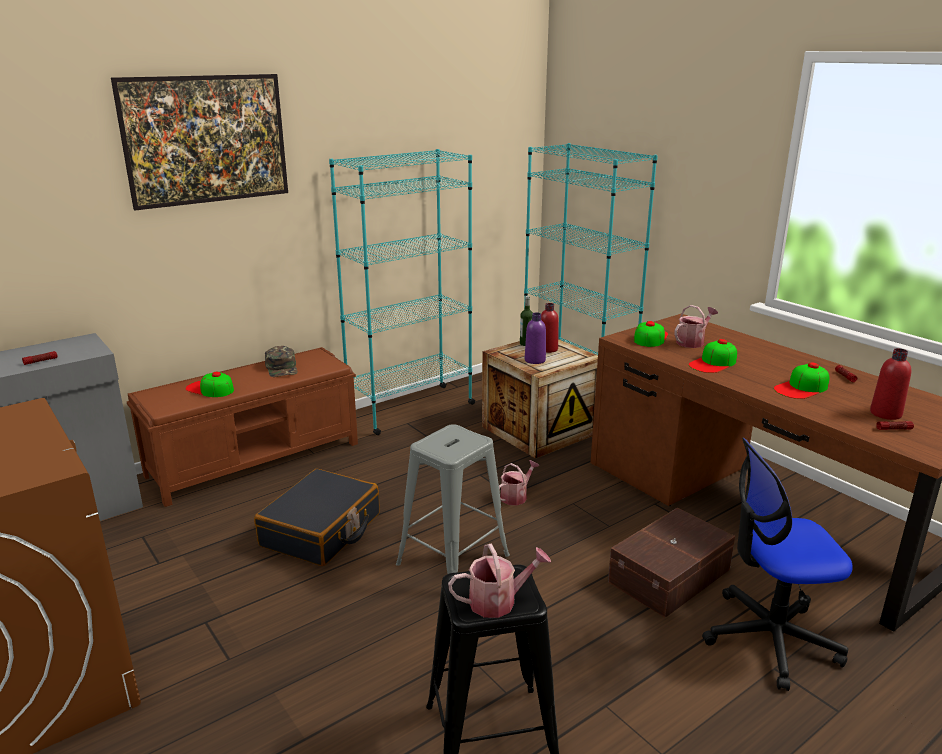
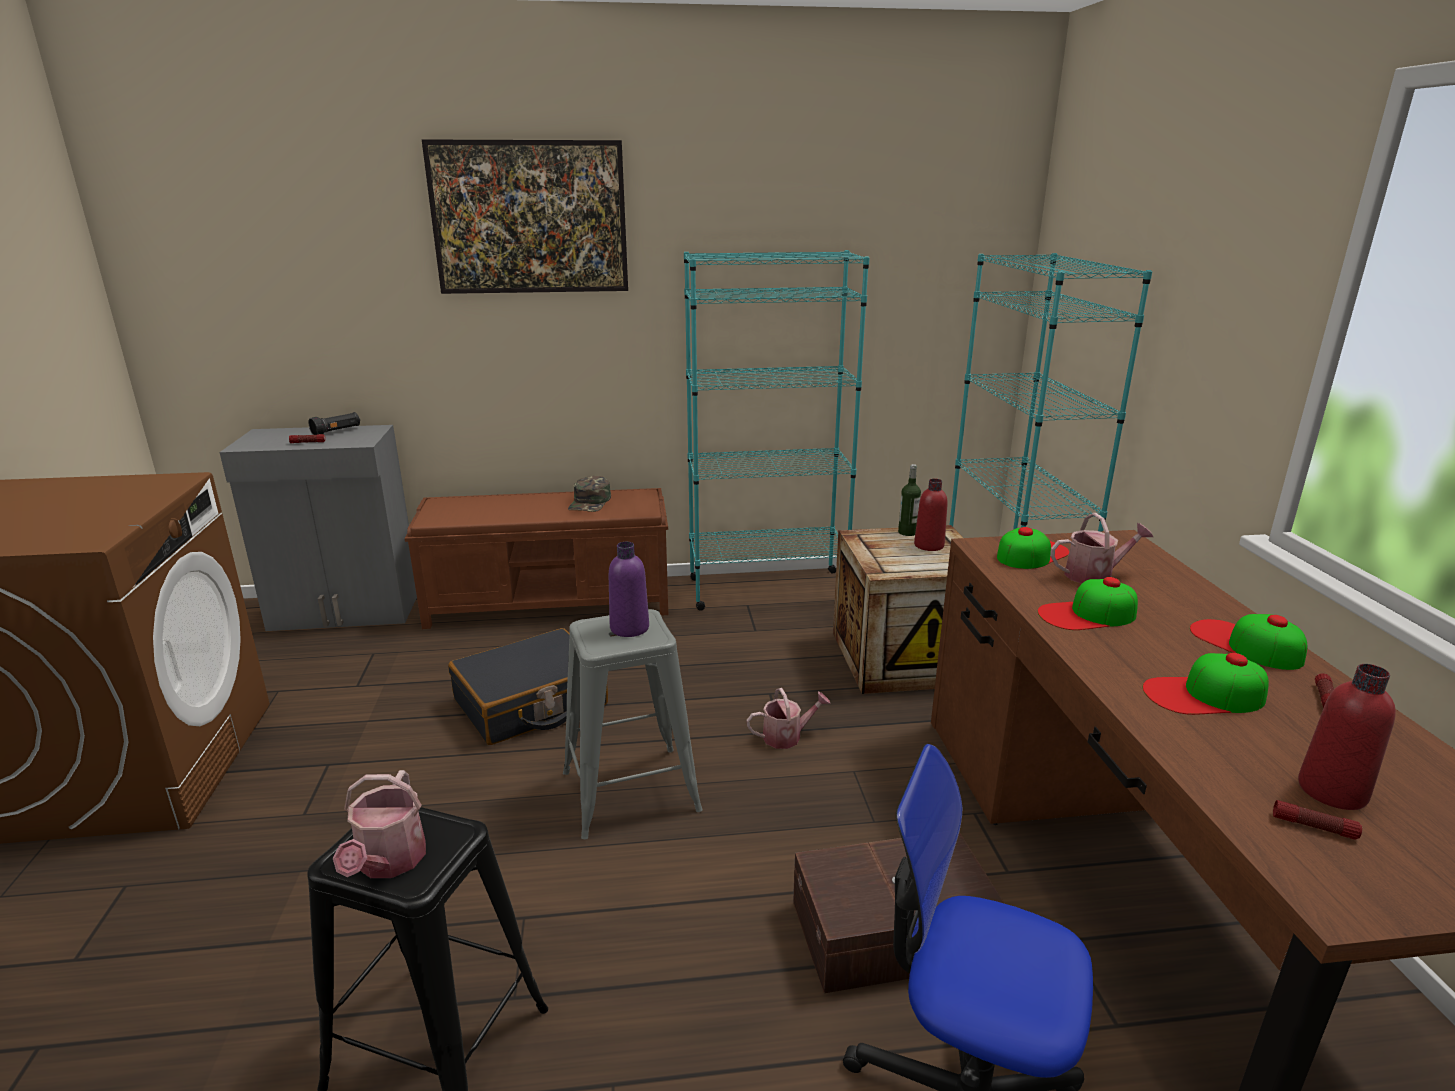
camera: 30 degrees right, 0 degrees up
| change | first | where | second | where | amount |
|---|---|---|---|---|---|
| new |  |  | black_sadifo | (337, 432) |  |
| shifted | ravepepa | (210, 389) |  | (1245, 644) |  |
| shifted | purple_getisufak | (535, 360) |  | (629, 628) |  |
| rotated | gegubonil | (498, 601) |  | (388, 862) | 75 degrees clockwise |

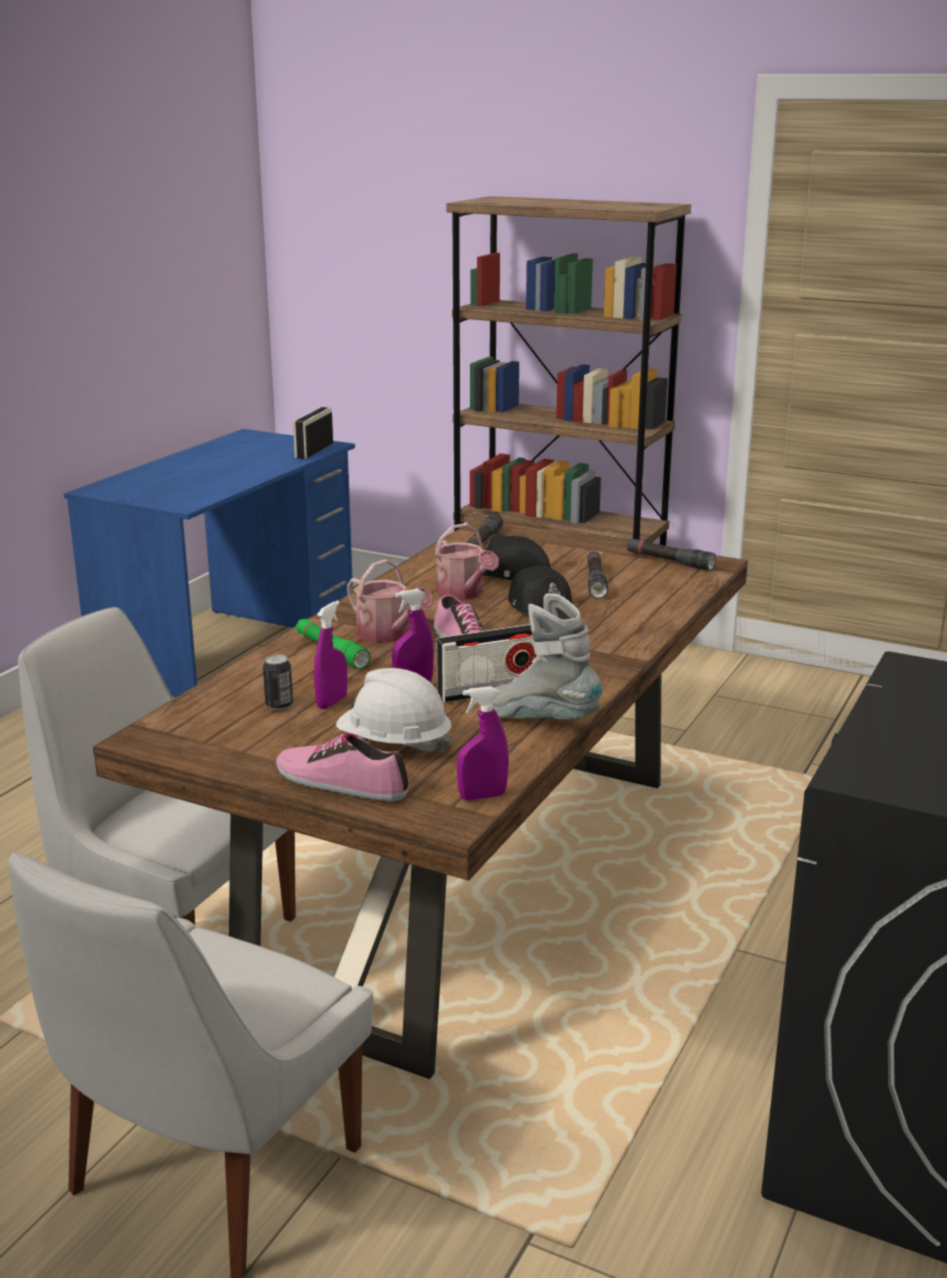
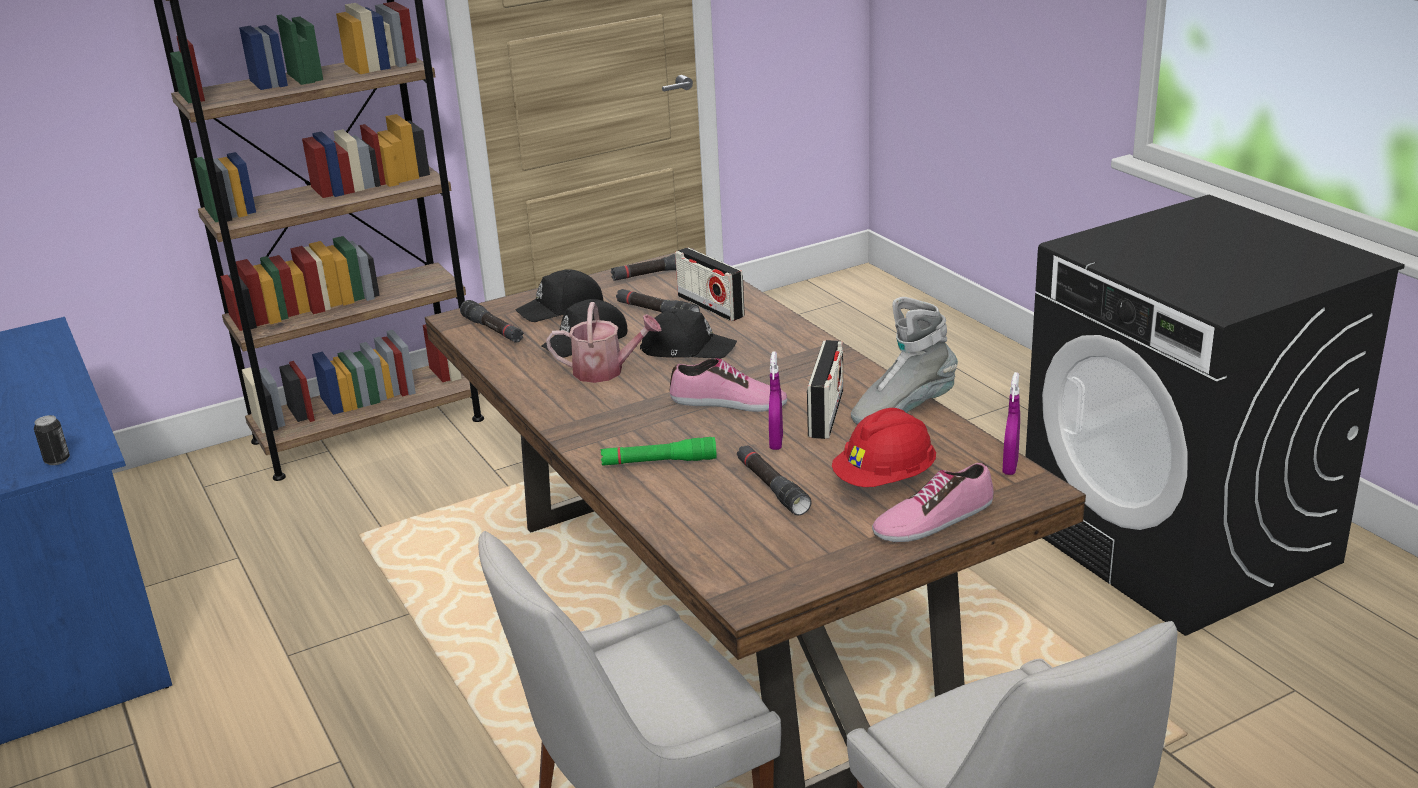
camera: 55 degrees left, 5 degrees up
| change | first | where | second | where | amount |
|---|---|---|---|---|---|
| gone | gegubonil | (388, 635) |  |  |  |
| new |  |  | black_ravepepa | (562, 309) |  |
| shifted | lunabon | (279, 705) |  | (57, 460) |  |
| shifted | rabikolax | (314, 450) |  | (710, 306) |  |
| swapped | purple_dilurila | (332, 702) | black_sadifo | (772, 487) |  |
| repainted | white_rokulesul | (394, 744) | red_rokulesul | (885, 480) |  |

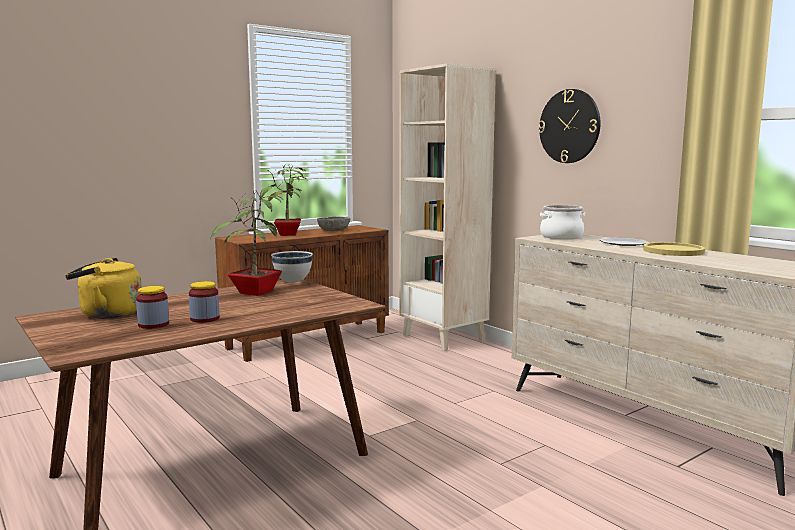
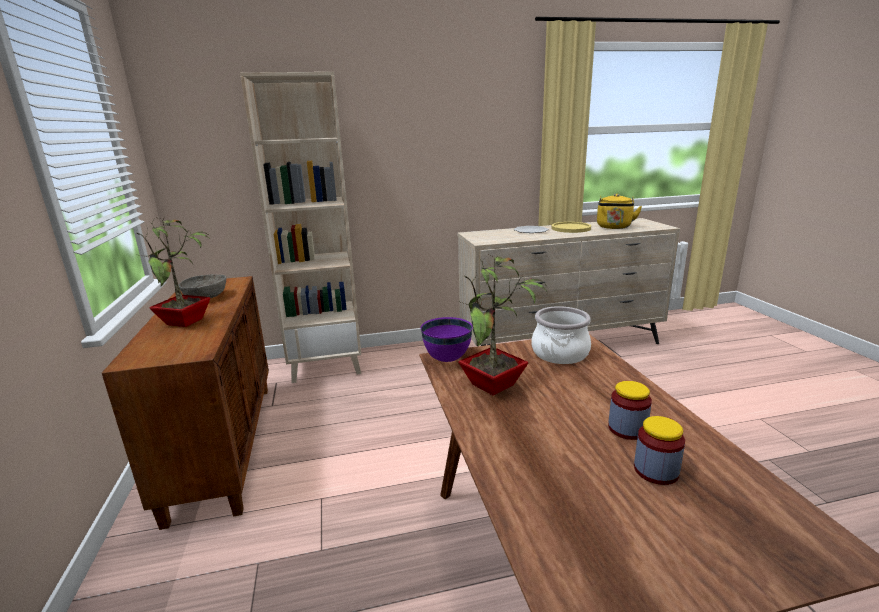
camera: 65 degrees left, 10 degrees up
| change | first | where | second | where | amount |
|---|---|---|---|---|---|
| gone | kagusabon | (569, 126) |  |  |  |
| shifted | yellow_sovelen | (107, 314) |  | (614, 227) |  |
| shifted | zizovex | (561, 237) |  | (559, 353) |  |
| repainted | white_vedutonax | (292, 282) | purple_vedutonax | (447, 359) |  |

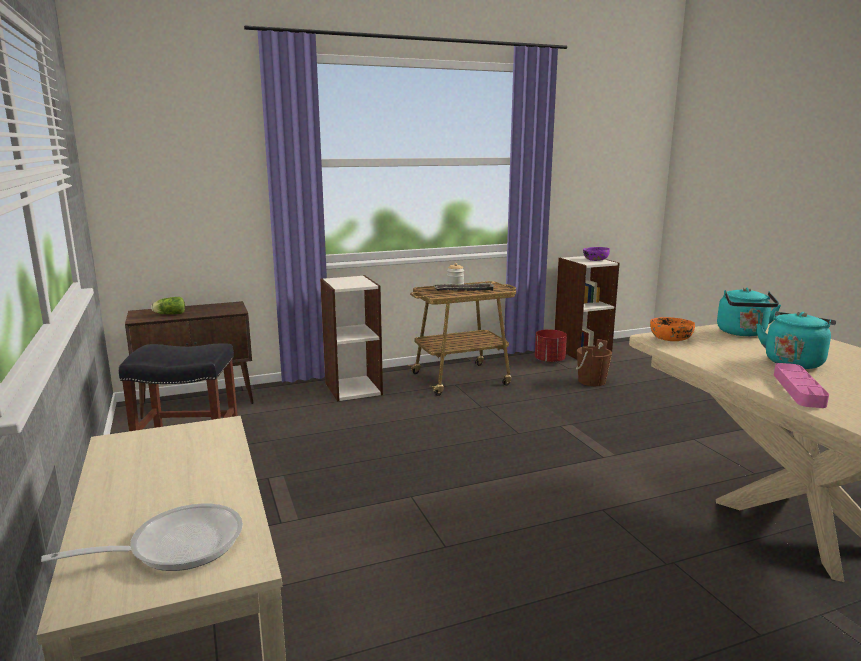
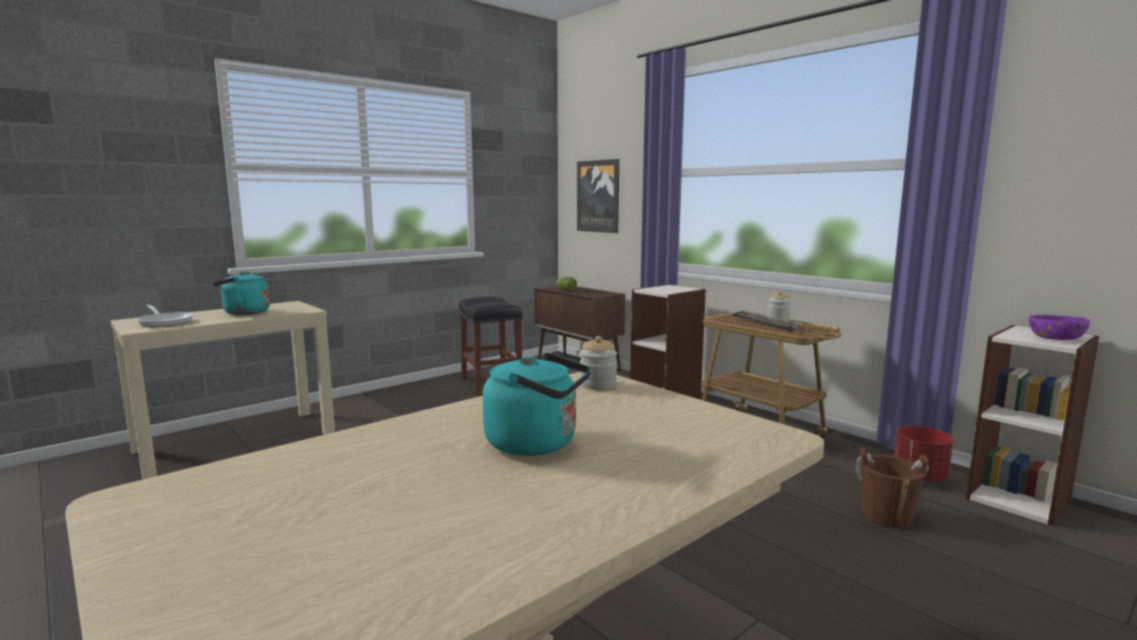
camera: 70 degrees right, 5 degrees down
| change | first | where | second | where | amount |
|---|---|---|---|---|---|
| gone | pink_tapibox | (798, 389) |  |  |  |
| new |  |  | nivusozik | (598, 196) |  |
| shifted | turquoise_sovelen | (743, 333) |  | (243, 313) |  |
| swapped | orange_vedutonax | (670, 339) | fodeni | (598, 385) |  |

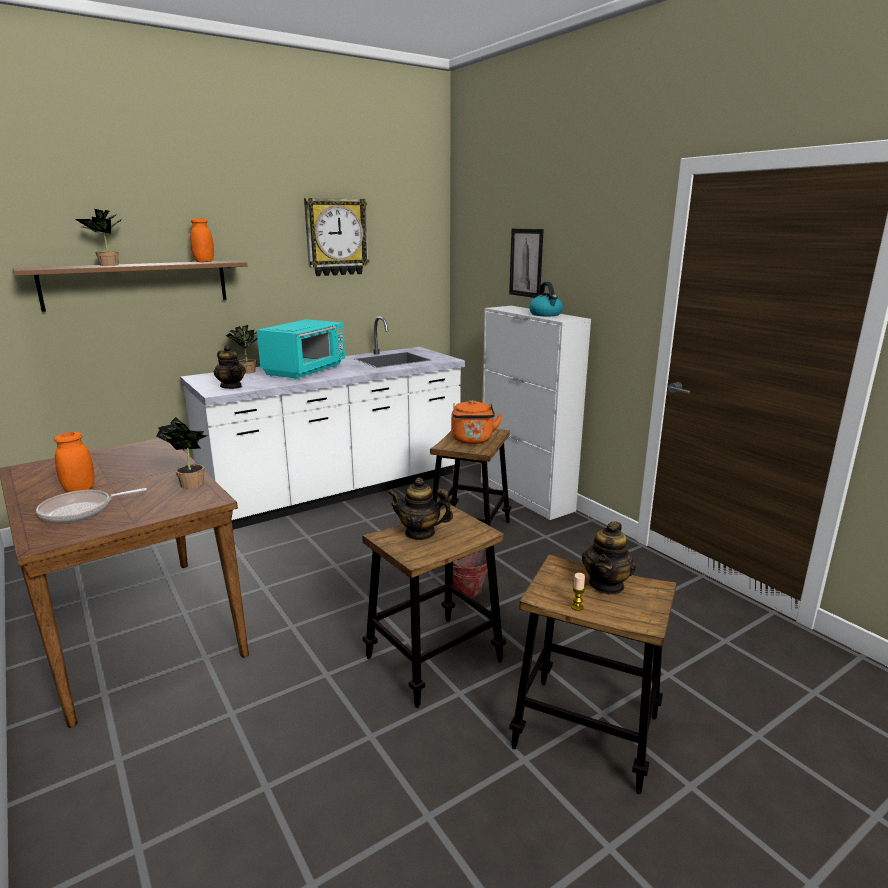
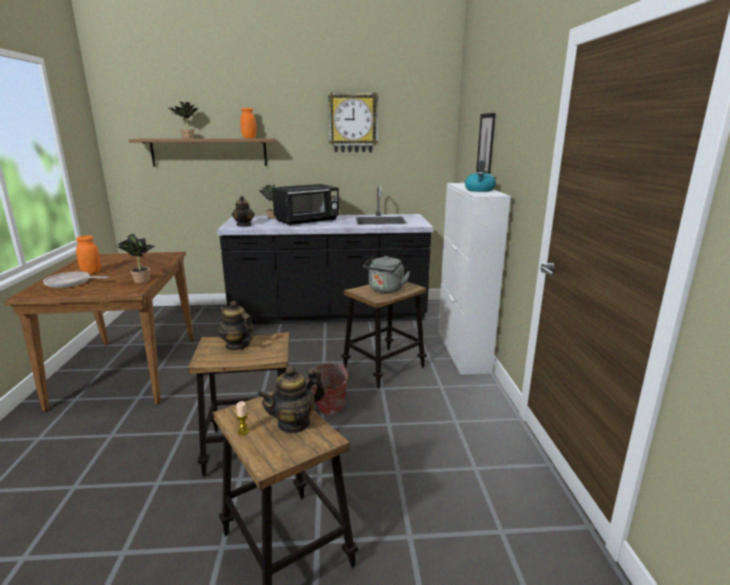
camera: 30 degrees right, 0 degrees up
| change | first | where | second | where | amount |
|---|---|---|---|---|---|
| repainted | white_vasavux | (337, 491) | black_vasavux | (329, 315) |  |
| repainted | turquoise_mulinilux | (306, 370) | black_mulinilux | (307, 221) |  |
| repainted | orange_sovelen | (472, 440) | grey_sovelen | (385, 290) |  |

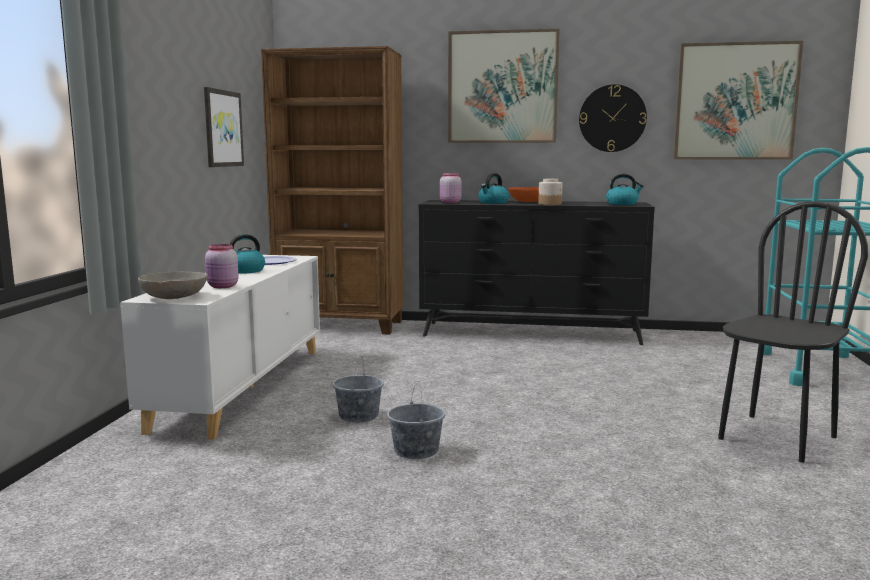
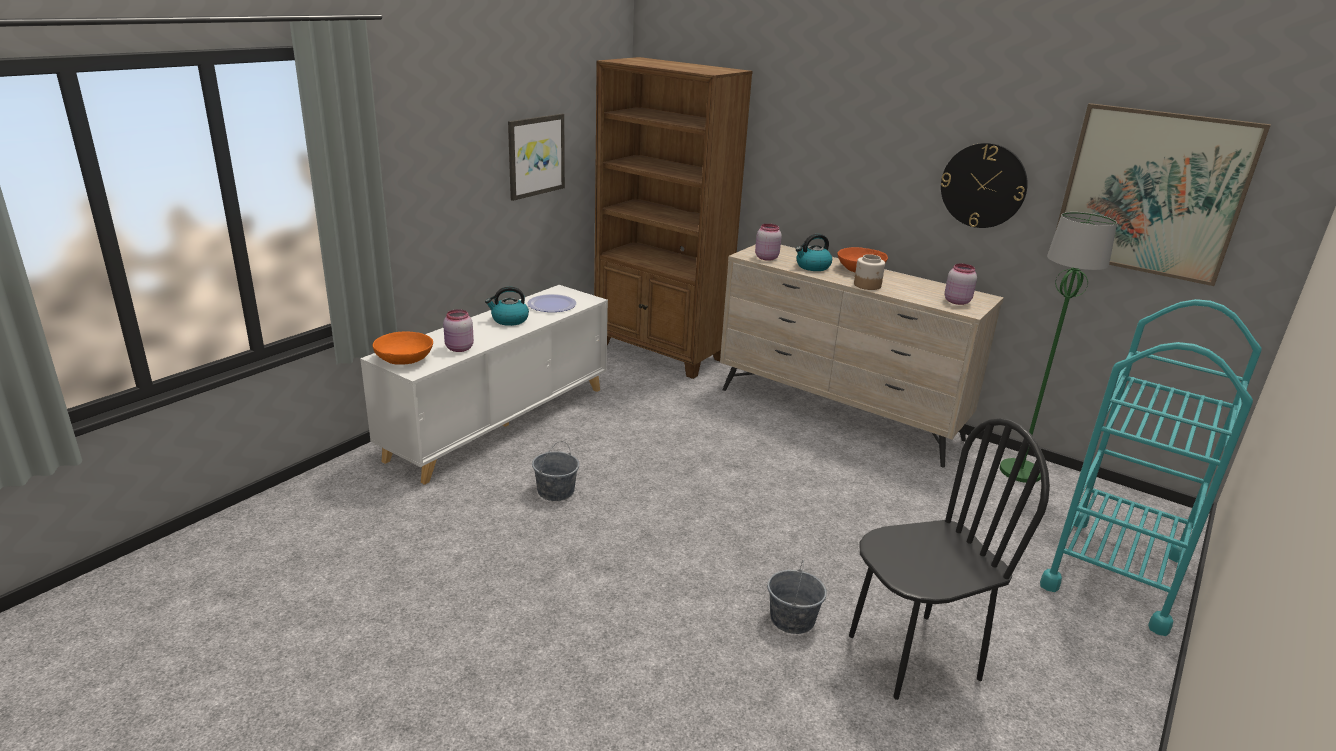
camera: 25 degrees right, 15 degrees up
| change | first | where | second | where | amount |
|---|---|---|---|---|---|
| gone | nivusozik | (502, 87) |  |  |  |
| new |  |  | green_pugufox | (1020, 471) |  |
| shifted | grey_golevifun | (416, 450) |  | (792, 618) |  |
| swapped | sovelen | (622, 204) | pink_fodeni | (956, 301) |  |
| repainted | grey_vedutonax | (175, 297) | orange_vedutonax | (405, 359) |  |
| repainted | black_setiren | (532, 333) | beige_setiren | (839, 415) |  |

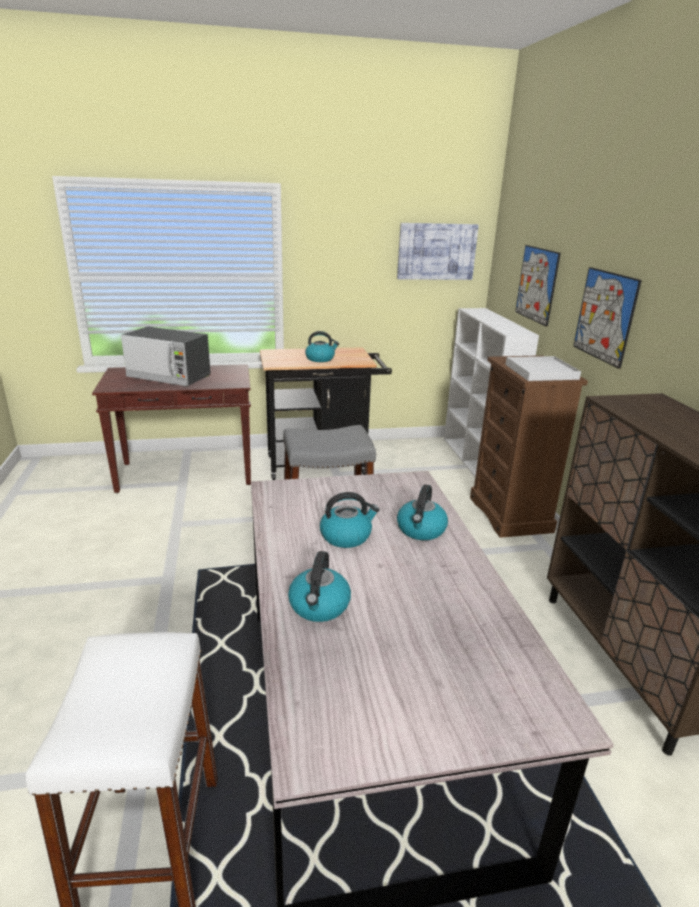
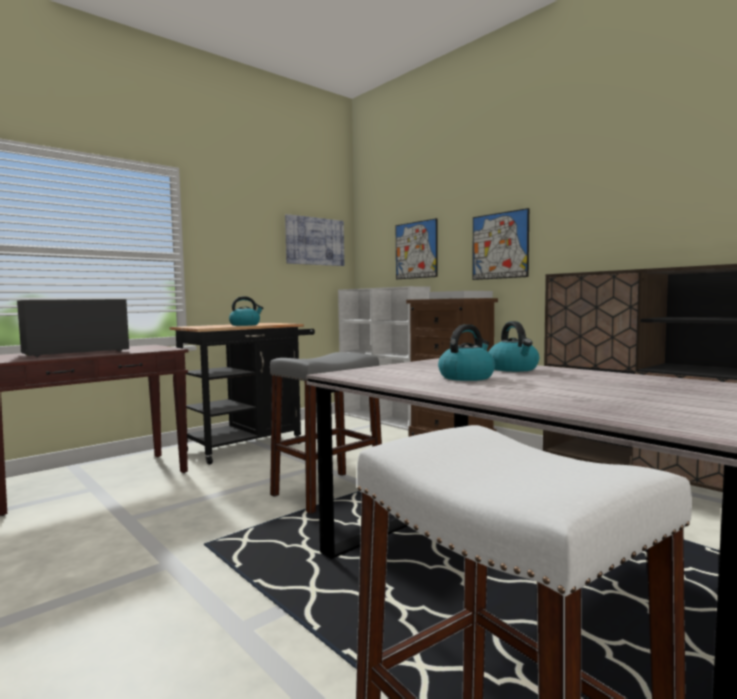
camera: 30 degrees left, 20 degrees down
| change | first | where | second | where | amount |
|---|---|---|---|---|---|
| gone | sovelen | (319, 606) |  |  |  |
| rotated | mulinilux | (169, 377) |  | (75, 353) | 150 degrees clockwise |

